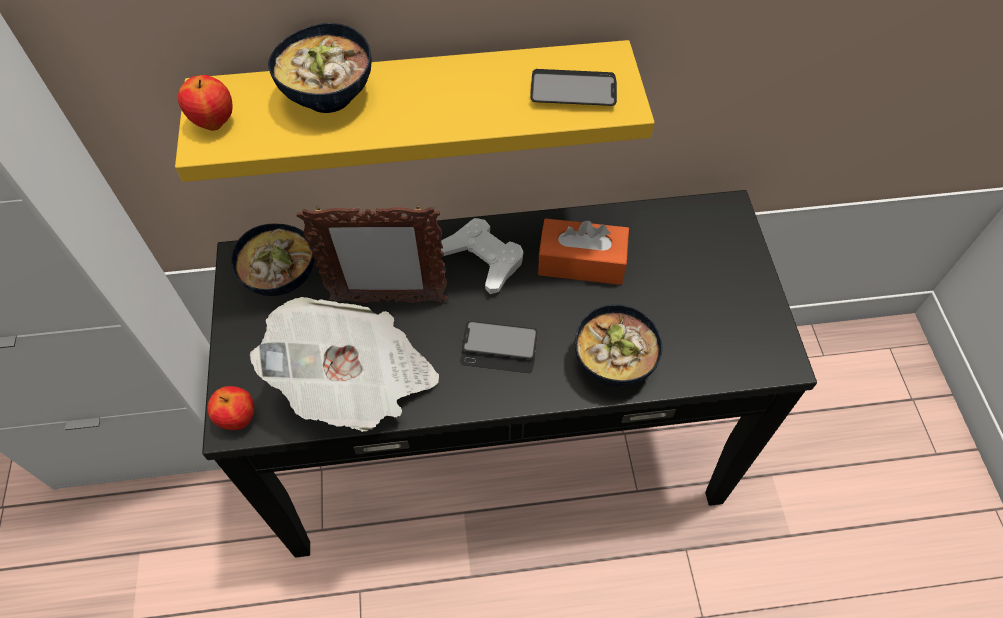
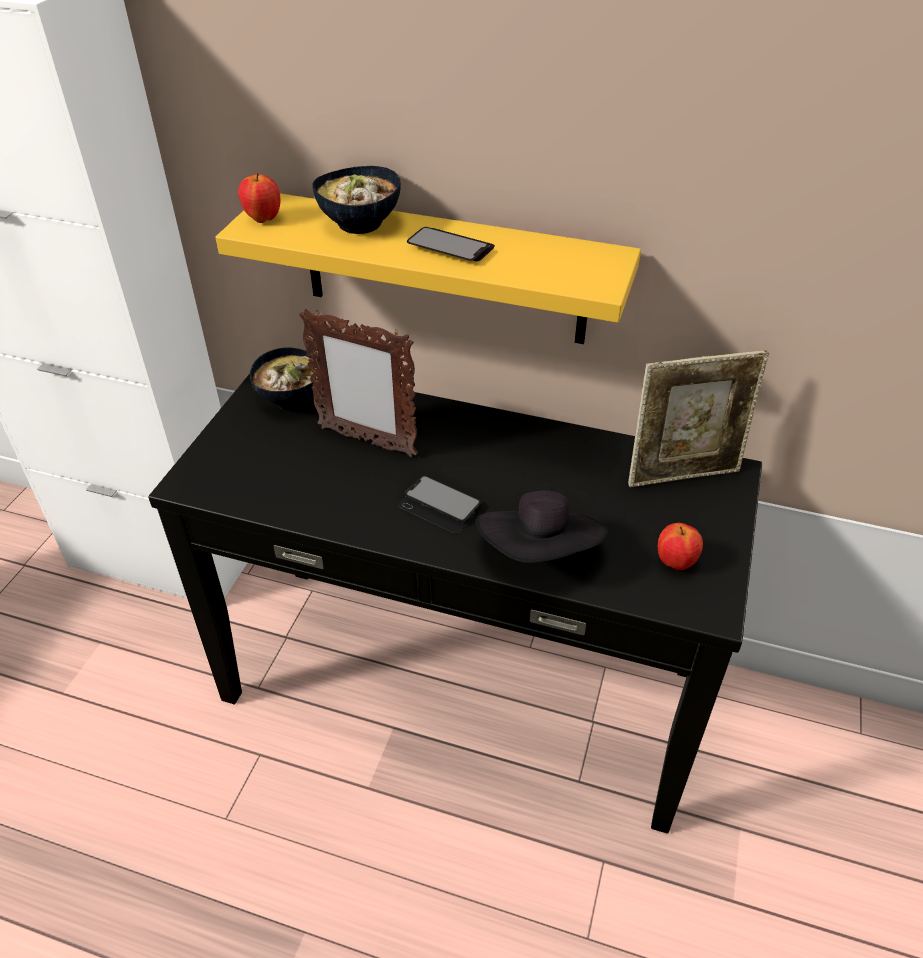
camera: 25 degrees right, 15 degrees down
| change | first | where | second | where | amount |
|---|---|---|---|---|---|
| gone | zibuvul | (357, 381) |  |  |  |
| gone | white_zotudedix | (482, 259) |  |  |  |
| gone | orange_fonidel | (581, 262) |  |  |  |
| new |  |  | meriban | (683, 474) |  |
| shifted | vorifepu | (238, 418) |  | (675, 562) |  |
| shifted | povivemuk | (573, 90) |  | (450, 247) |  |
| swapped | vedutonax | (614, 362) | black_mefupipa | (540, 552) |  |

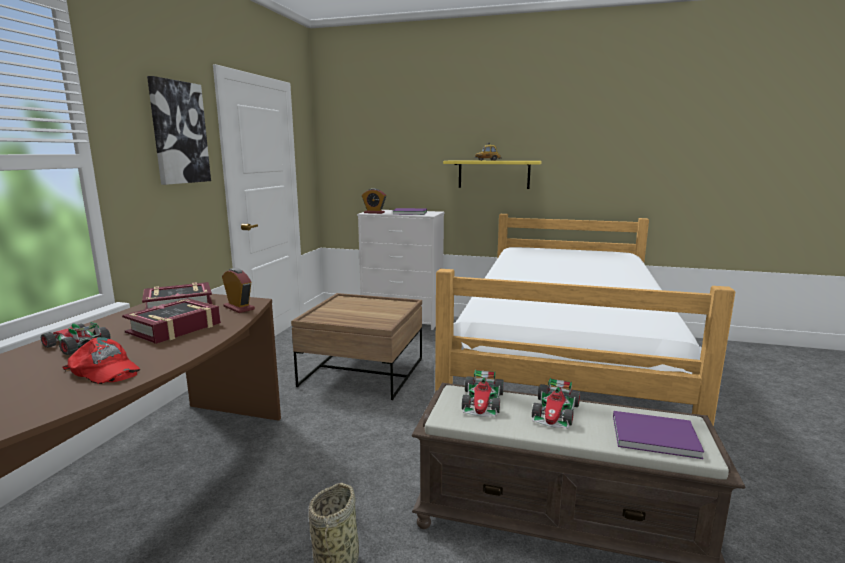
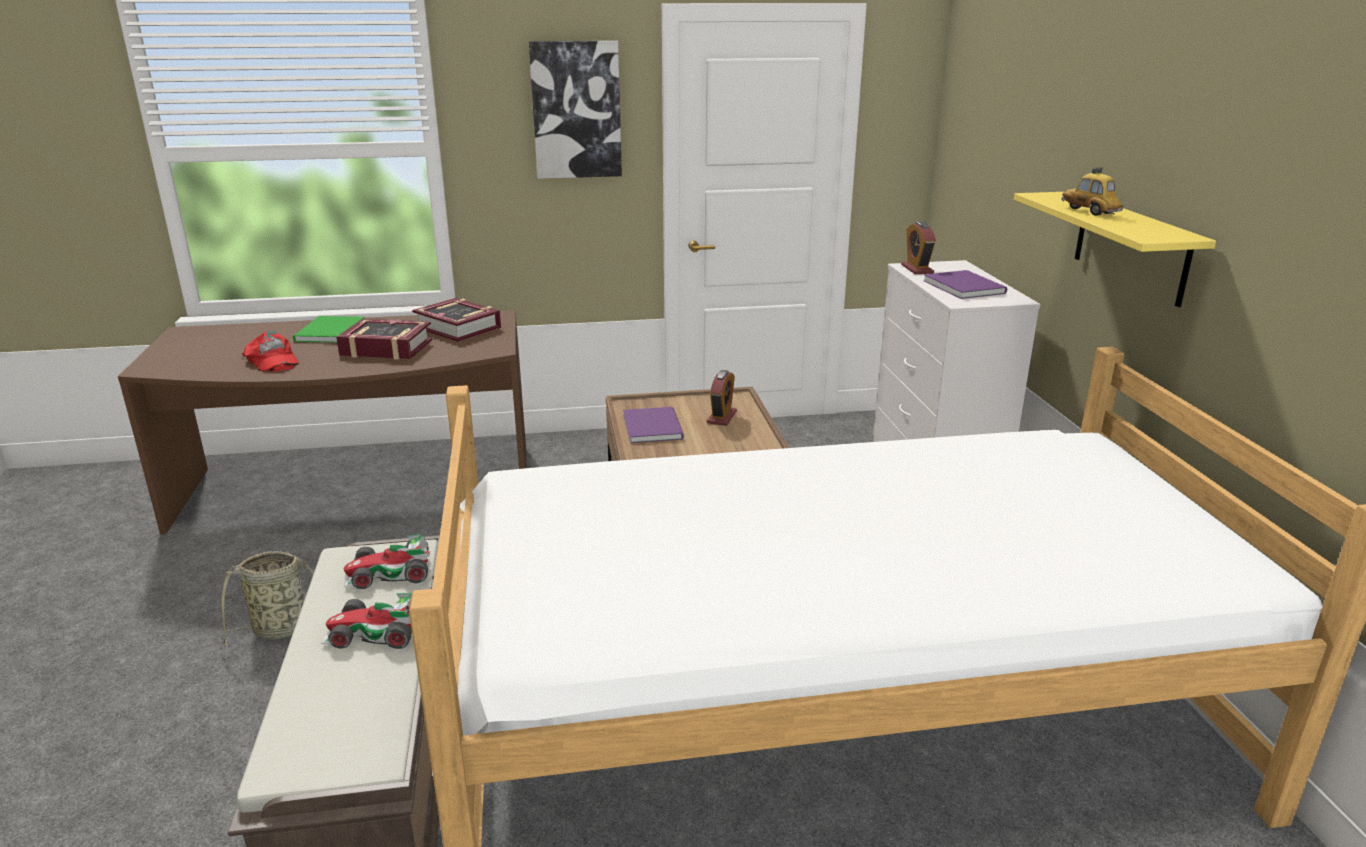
camera: 65 degrees right, 10 degrees up
| change | first | where | second | where | amount |
|---|---|---|---|---|---|
| shifted | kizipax | (239, 308) |  | (721, 417) |  |
| shifted | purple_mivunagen | (651, 434) |  | (654, 426) |  |
| swapped | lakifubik | (74, 345) | green_mivunagen | (328, 332) |  |
| rotated | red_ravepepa | (104, 370) |  | (271, 360) | 45 degrees counterclockwise |

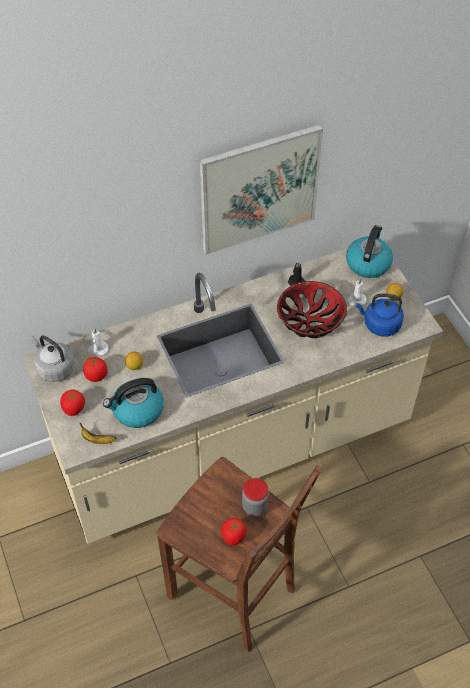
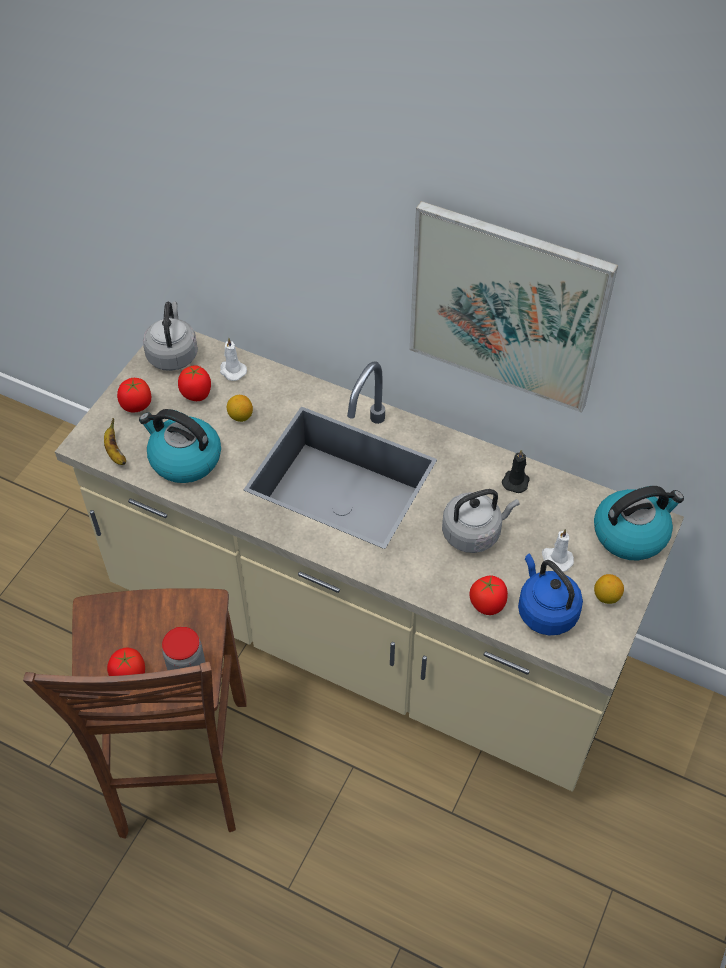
camera: 50 degrees right, 0 degrees up
| change | first | where | second | where | amount |
|---|---|---|---|---|---|
| new |  |  | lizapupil | (487, 604) |  |
| swapped | vedutonax | (310, 320) | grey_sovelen | (474, 532) |  |

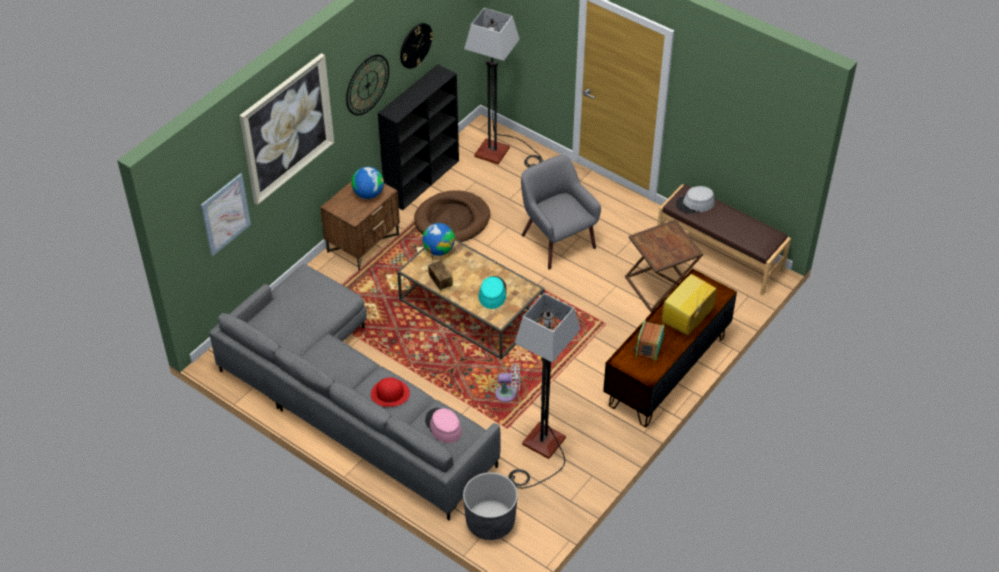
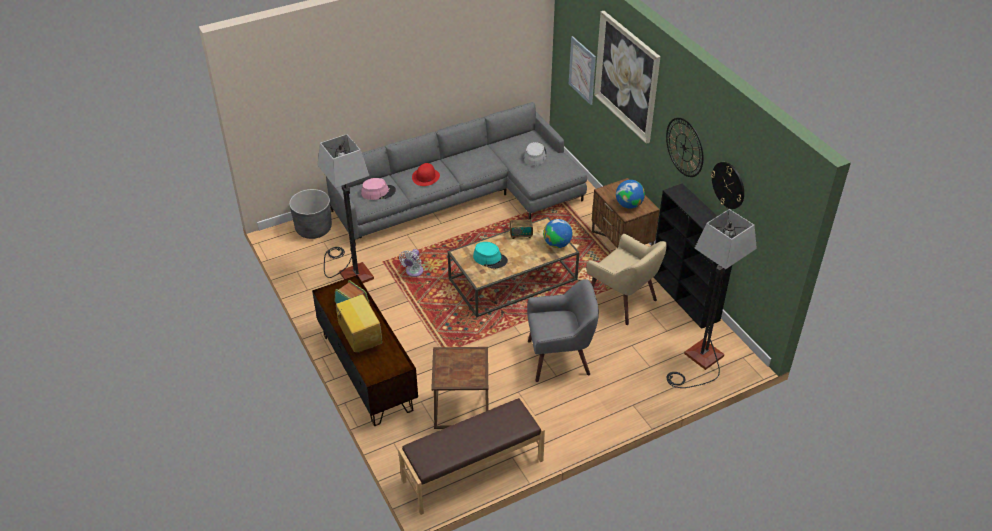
camera: 115 degrees right, 5 degrees down
| change | first | where | second | where | amount |
|---|---|---|---|---|---|
| shifted | grey_mefupipa | (695, 204) |  | (535, 156) |  |
| swapped | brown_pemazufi | (452, 220) | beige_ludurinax | (622, 300) |  |

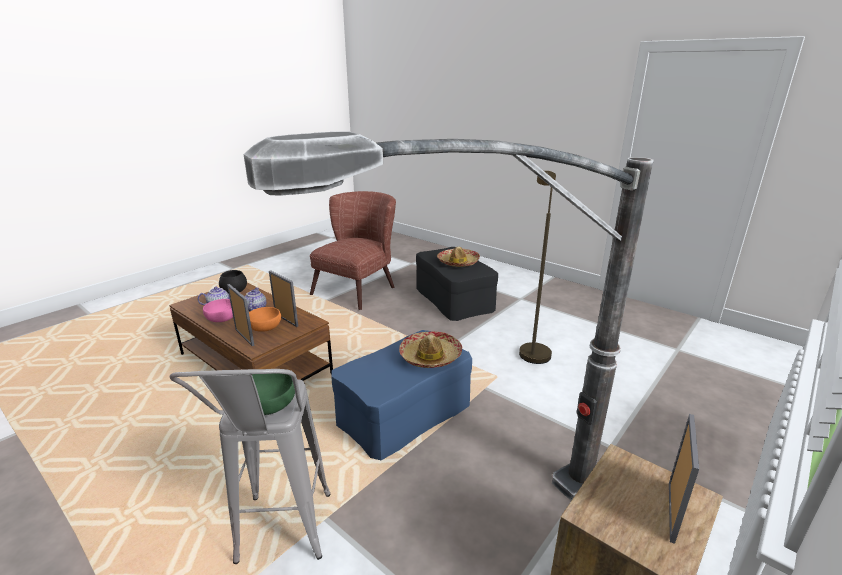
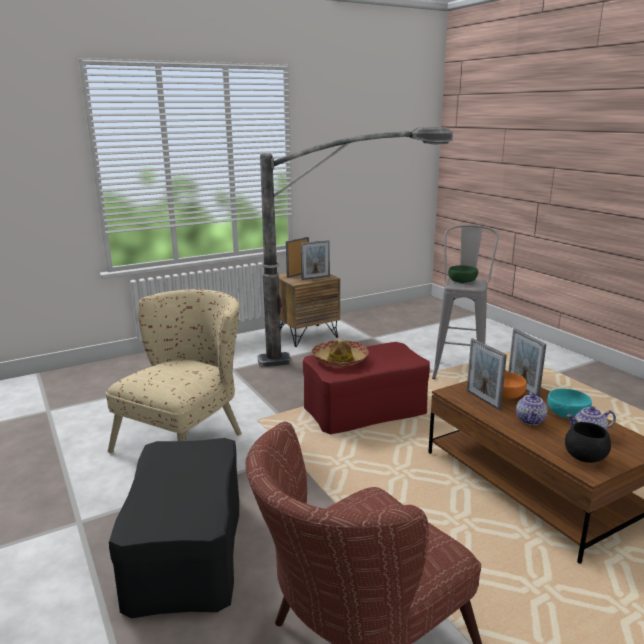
camera: 160 degrees left, 5 degrees down
| change | first | where | second | where | amount |
|---|---|---|---|---|---|
| gone | mefupipa | (458, 262) |  |  |  |
| new |  |  | meriban | (315, 278) |  |
| swapped | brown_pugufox | (533, 350) | beige_ludurinax | (187, 437) |  |
| repainted | pink_vedutonax | (221, 318) | turquoise_vedutonax | (568, 413) |  |
| repainted | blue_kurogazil | (404, 413) | red_kurogazil | (365, 409) |  |

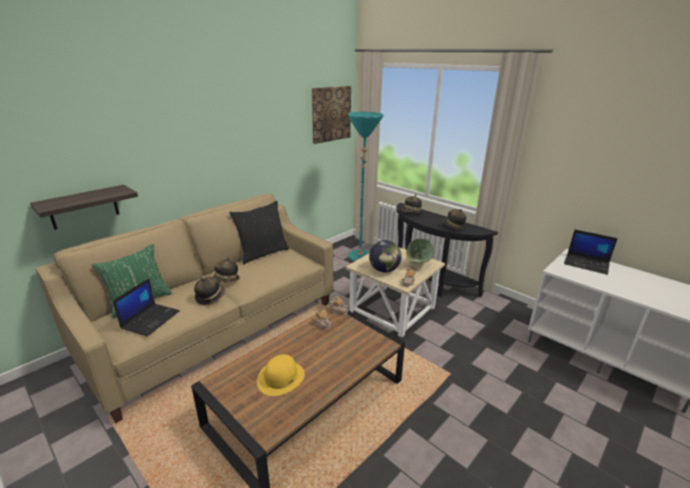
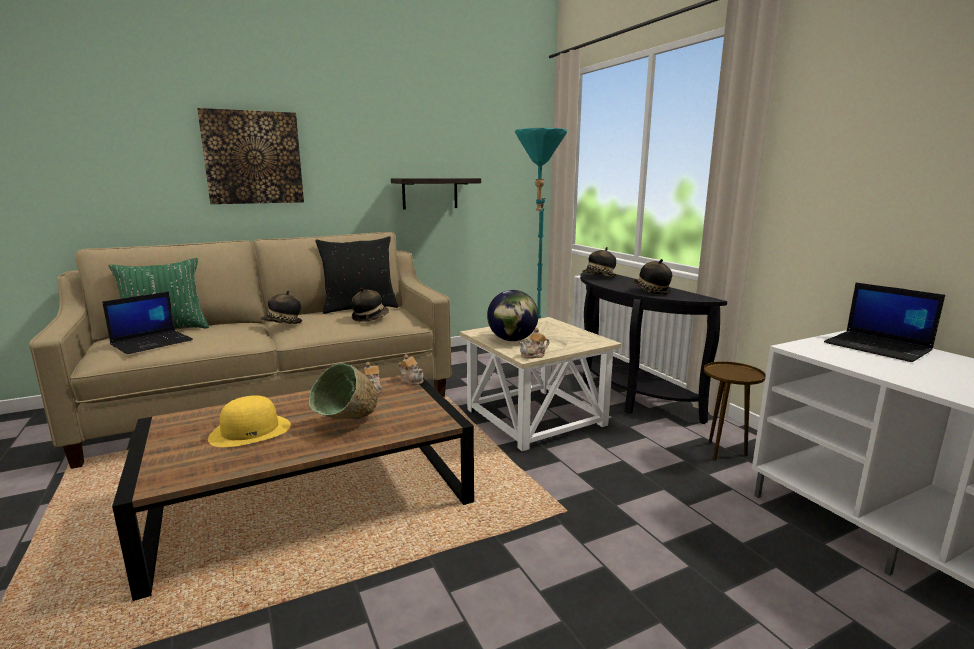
camera: 20 degrees right, 10 degrees down
| change | first | where | second | where | amount |
|---|---|---|---|---|---|
| new |  |  | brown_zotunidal | (723, 452) |  |
| shifted | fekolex | (84, 207) |  | (430, 193) |  |
| shifted | mefupipa | (210, 297) |  | (370, 318) |  |
| shifted | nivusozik | (331, 114) |  | (253, 158) |  |
| shifted | green_vedutonax | (418, 265) |  | (348, 425) |  |

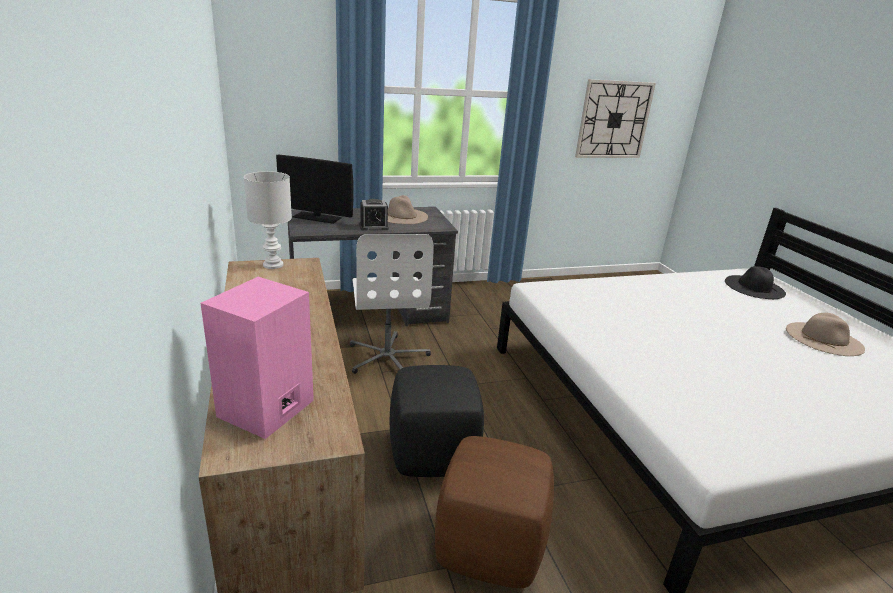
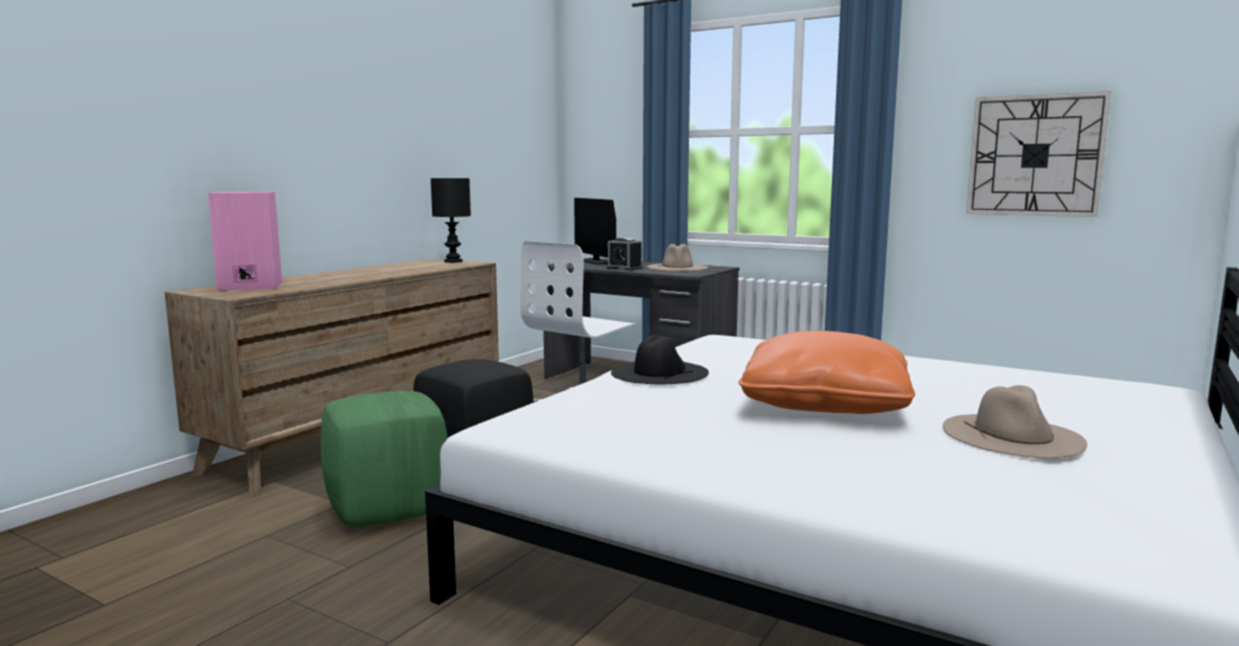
camera: 50 degrees right, 15 degrees down
| change | first | where | second | where | amount |
|---|---|---|---|---|---|
| new |  |  | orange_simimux | (824, 404) |  |
| shifted | black_mefupipa | (754, 287) |  | (659, 372) |  |
| repainted | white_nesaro | (273, 264) | black_nesaro | (453, 261) |  |
| repainted | brown_kurogazil | (488, 546) | green_kurogazil | (388, 509) |  |

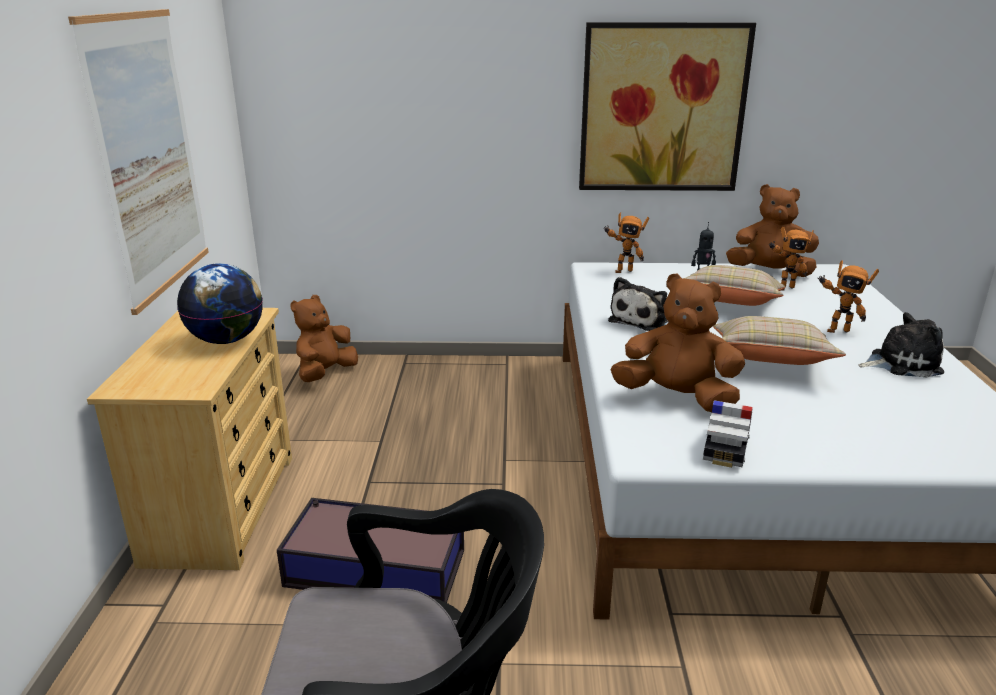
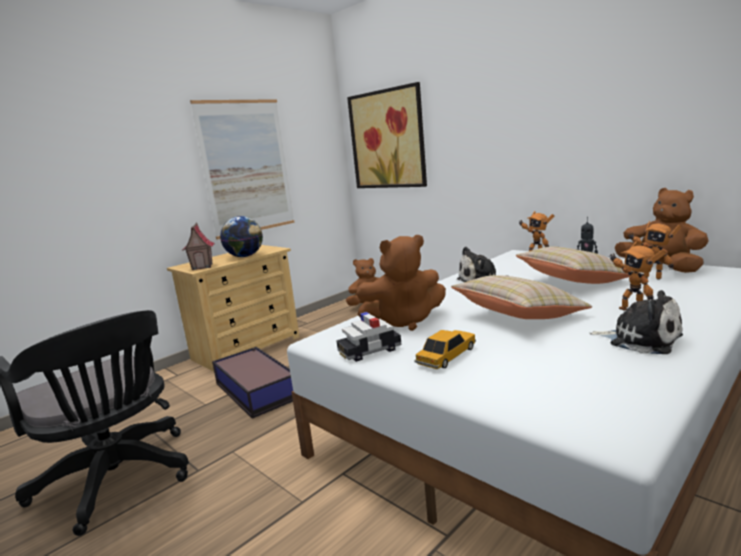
camera: 45 degrees right, 10 degrees down
| change | first | where | second | where | amount |
|---|---|---|---|---|---|
| new |  |  | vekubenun | (202, 267) |  |
| new |  |  | lakifubik | (447, 356) |  |
| shifted | nivusozik | (662, 108) |  | (387, 139) |  |
| rotated | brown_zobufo | (677, 398) |  | (404, 321) | 105 degrees clockwise |

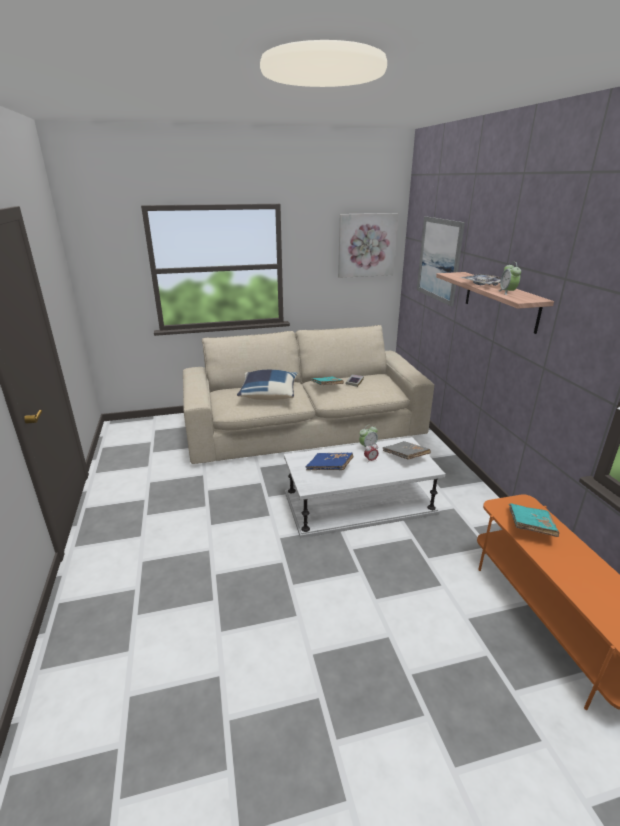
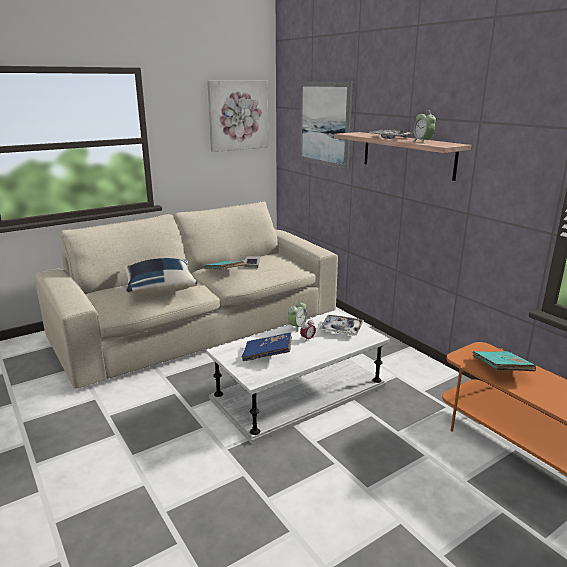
camera: 20 degrees left, 5 degrees down
| change | first | where | second | where | amount |
|---|---|---|---|---|---|
| swapped | grey_mivunagen | (405, 456) | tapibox | (341, 329) |  |

